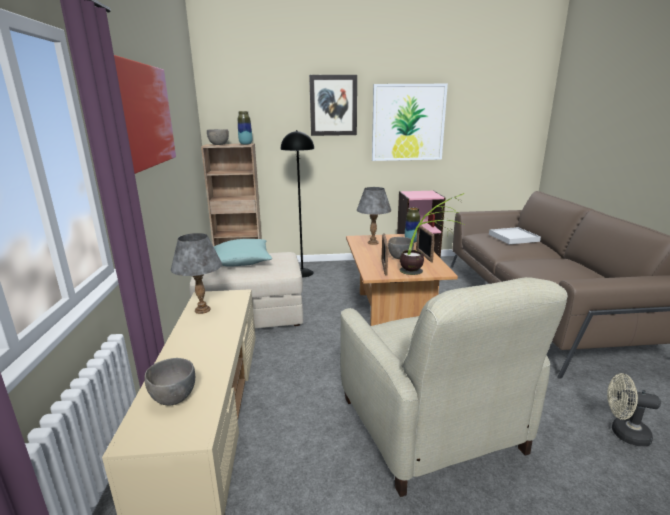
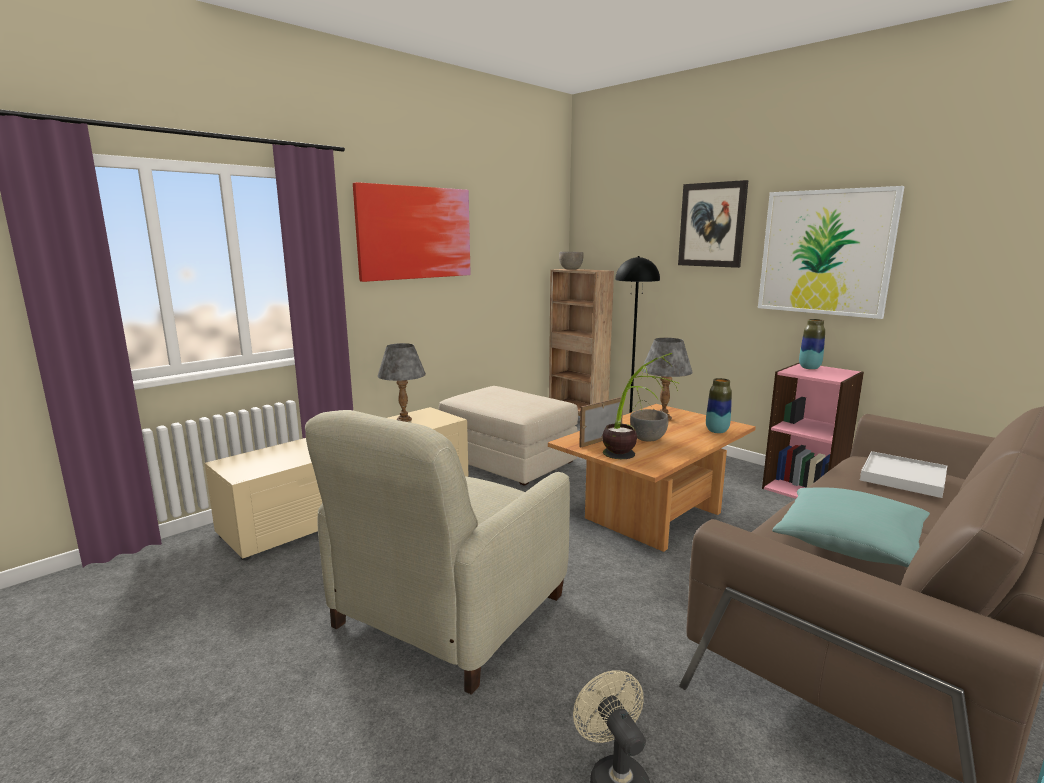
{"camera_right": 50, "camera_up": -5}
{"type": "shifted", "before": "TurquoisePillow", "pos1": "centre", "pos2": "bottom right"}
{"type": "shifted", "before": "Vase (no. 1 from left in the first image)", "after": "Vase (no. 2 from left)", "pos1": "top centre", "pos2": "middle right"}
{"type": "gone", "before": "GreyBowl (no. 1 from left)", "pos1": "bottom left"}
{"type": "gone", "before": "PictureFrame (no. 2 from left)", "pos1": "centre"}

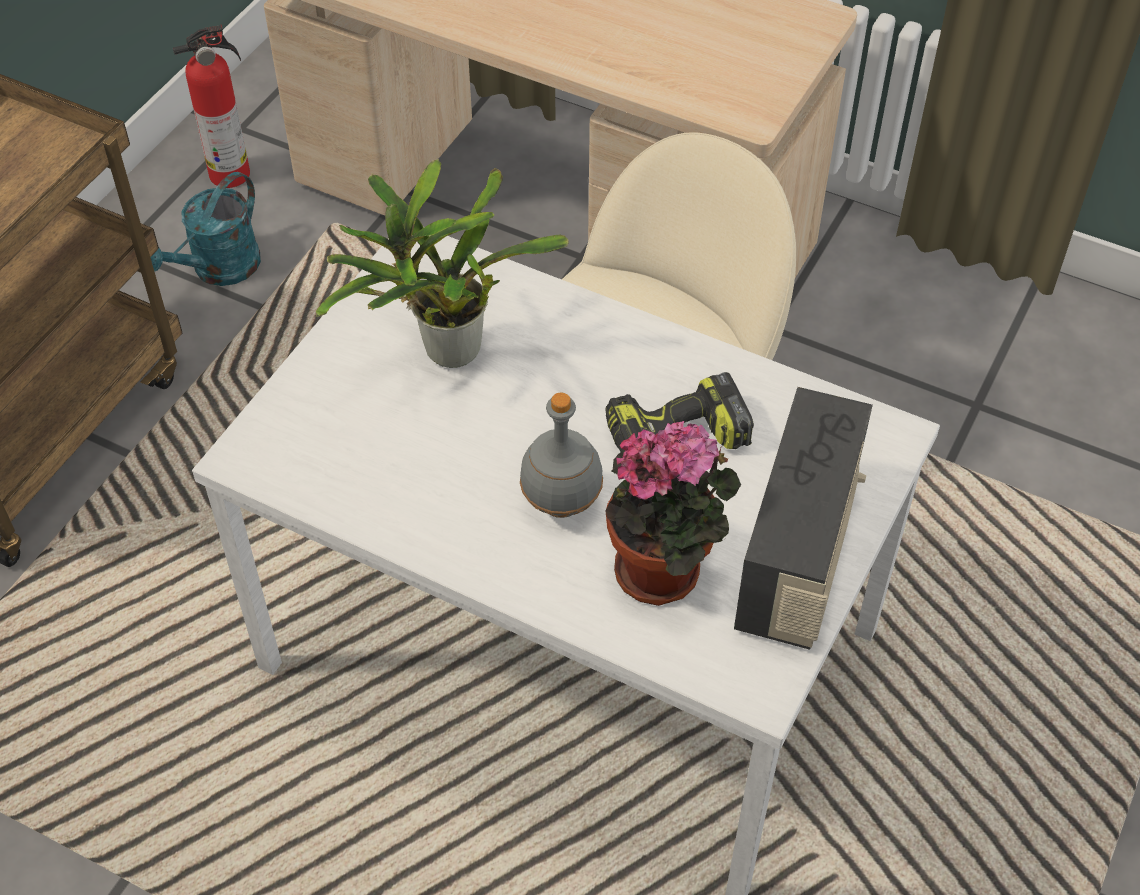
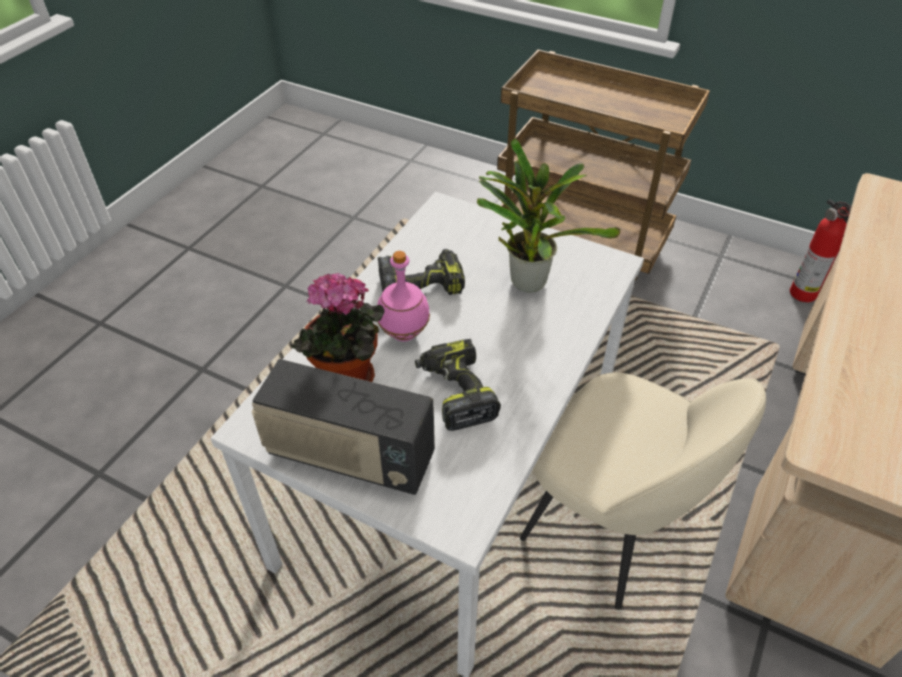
{"camera_right": 90, "camera_up": -5}
{"type": "repainted", "before": "GreyBottle", "after": "PinkBottle", "pos1": "centre", "pos2": "centre"}
{"type": "new", "after": "PowerDrill (no. 1 from left)", "pos2": "centre"}
{"type": "gone", "before": "TurquoiseWateringCan", "pos1": "top left"}

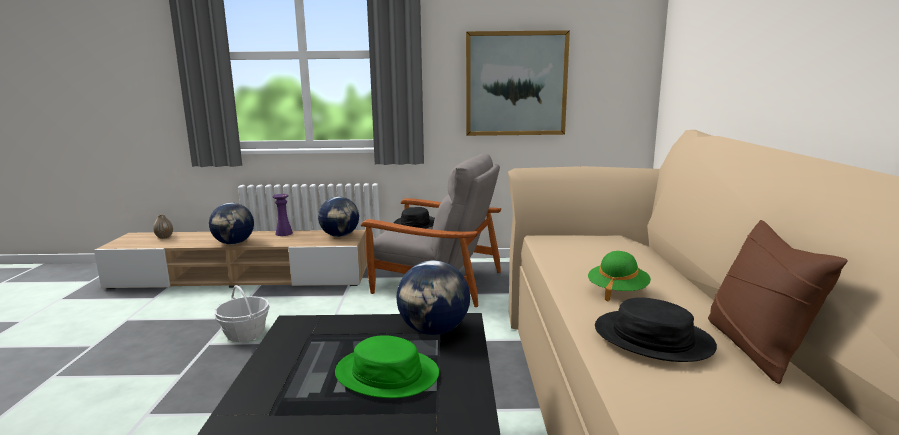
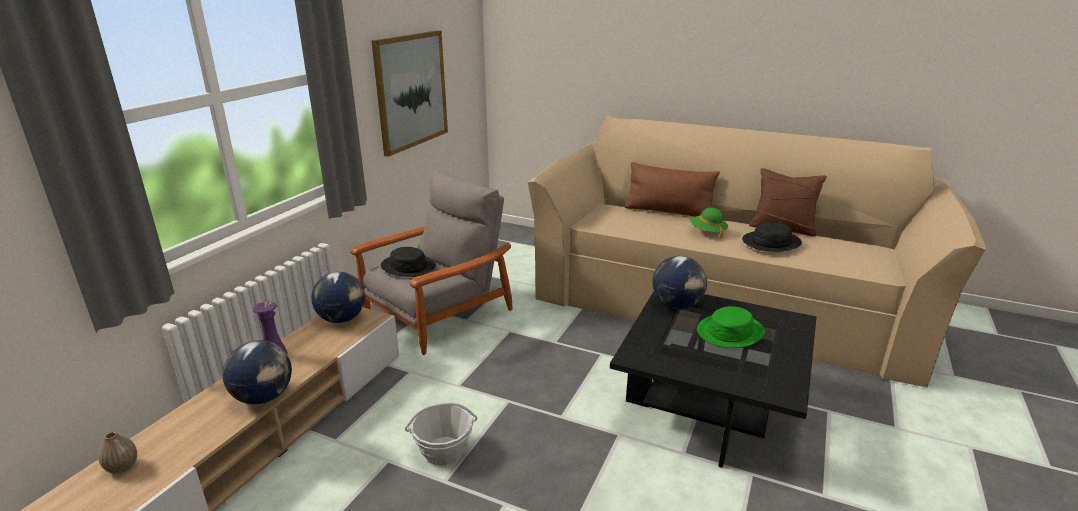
{"camera_right": -65, "camera_up": 10}
{"type": "new", "after": "BrownPillow (no. 1 from left)", "pos2": "centre"}

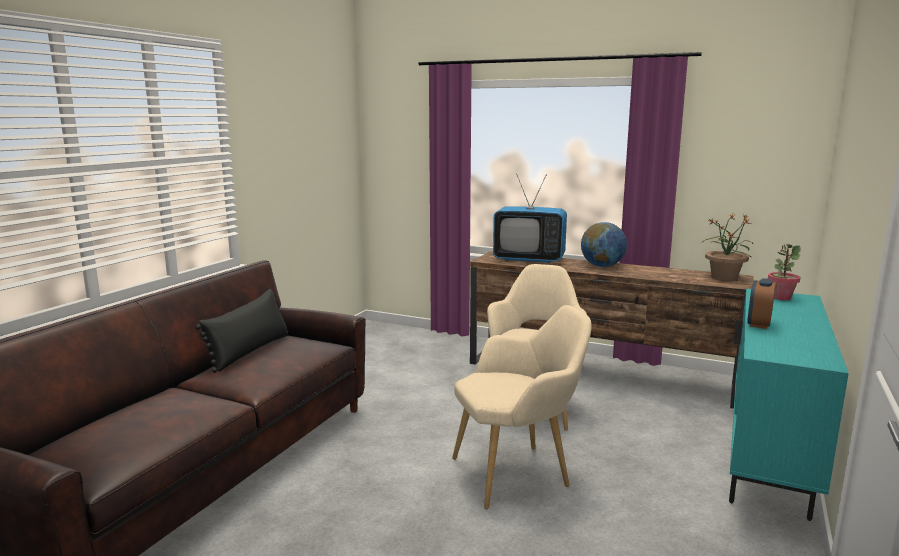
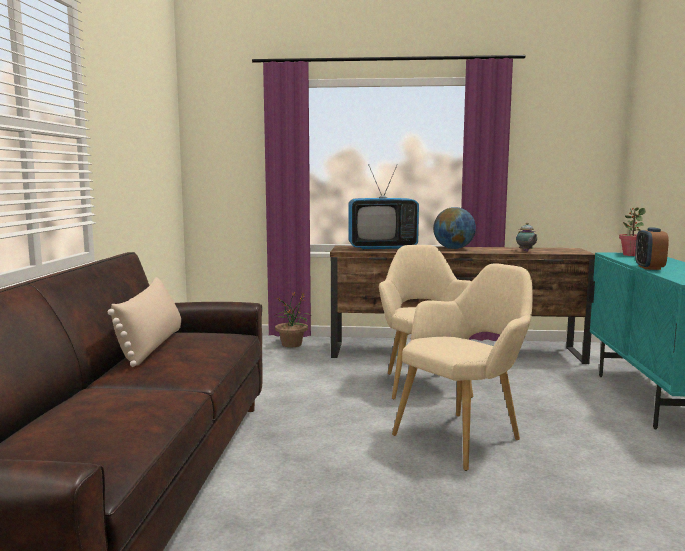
{"camera_right": -20, "camera_up": -5}
{"type": "repainted", "before": "BlackPillow", "after": "BeigePillow", "pos1": "middle left", "pos2": "middle left"}
{"type": "shifted", "before": "PottedPlant (no. 1 from left)", "pos1": "middle right", "pos2": "centre"}
{"type": "new", "after": "Teapot", "pos2": "middle right"}

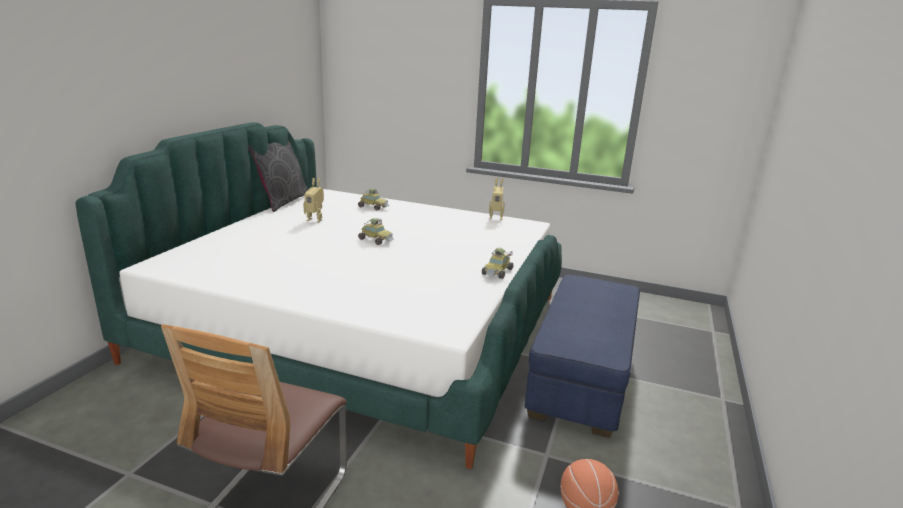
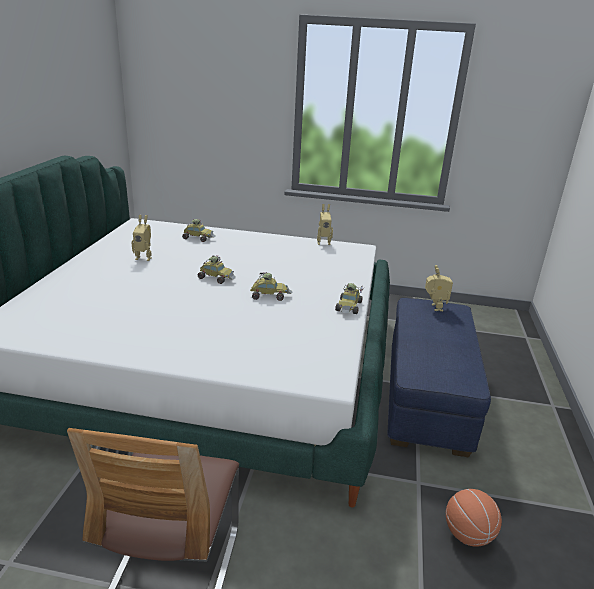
{"camera_right": -10, "camera_up": 5}
{"type": "new", "after": "ToyCar (no. 3 from left)", "pos2": "centre"}
{"type": "new", "after": "ToyRobot (no. 3 from left)", "pos2": "middle right"}
{"type": "gone", "before": "GreyPillow", "pos1": "middle left"}

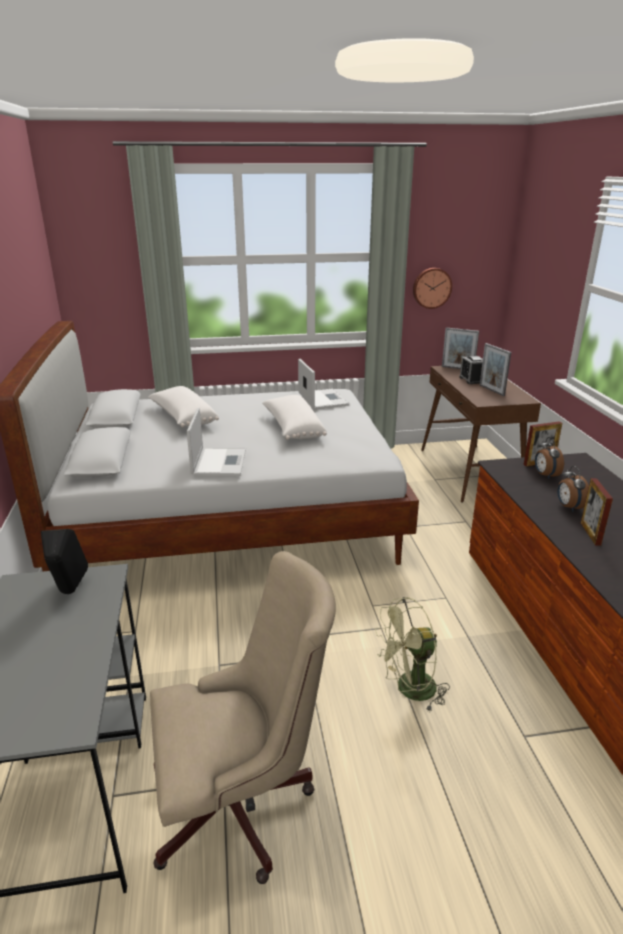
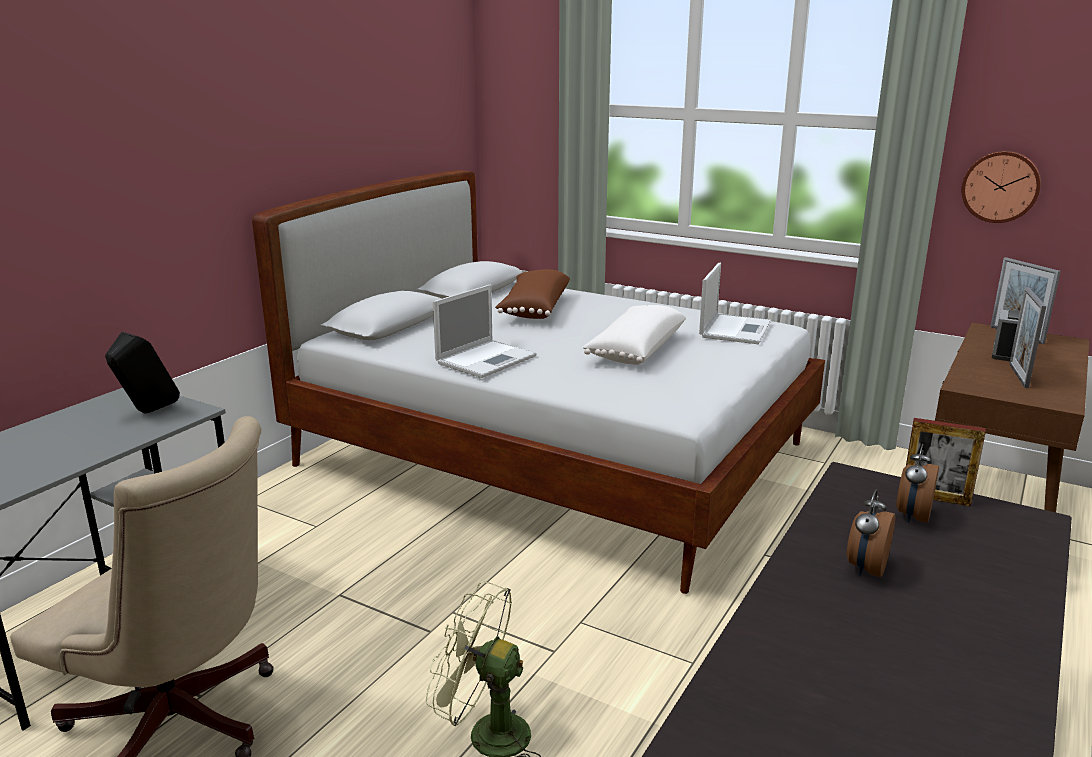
{"camera_right": 40, "camera_up": -5}
{"type": "repainted", "before": "WhitePillow (no. 1 from left)", "after": "BrownPillow", "pos1": "middle left", "pos2": "centre"}
{"type": "gone", "before": "PictureFrame (no. 4 from left)", "pos1": "middle right"}

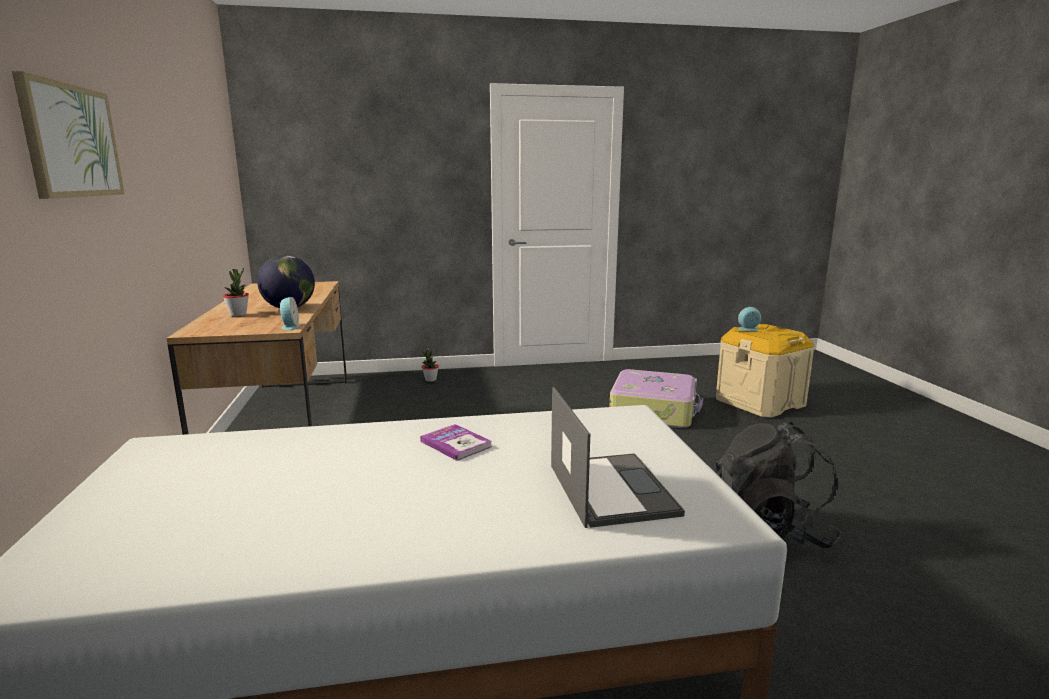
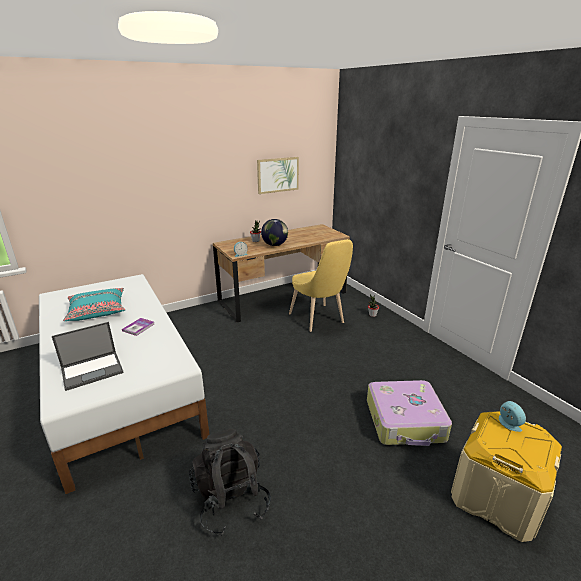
{"camera_right": 70, "camera_up": 10}
{"type": "new", "after": "TurquoisePillow", "pos2": "middle left"}
{"type": "shifted", "before": "Picture", "pos1": "top left", "pos2": "top centre"}
{"type": "new", "after": "YellowChair", "pos2": "centre"}

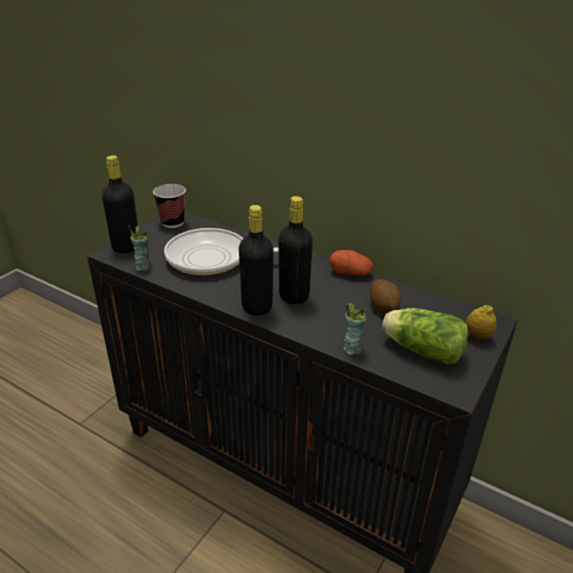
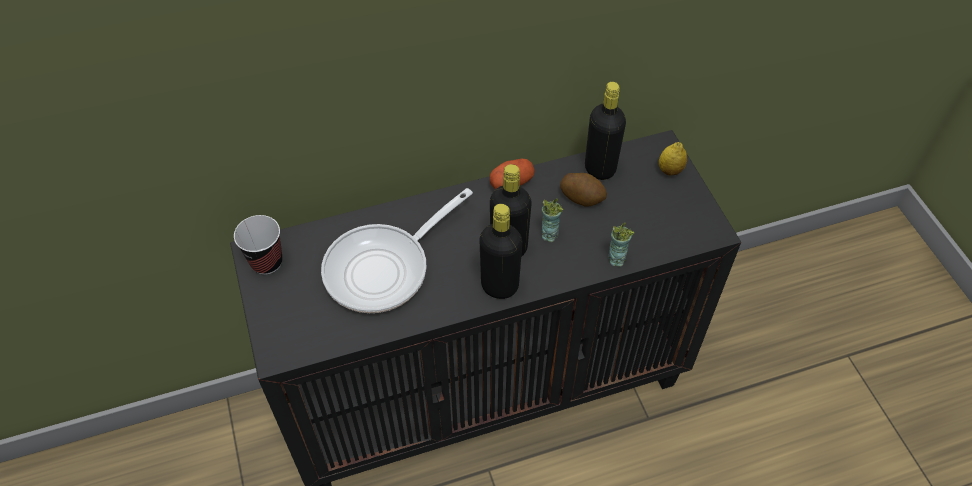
{"camera_right": -50, "camera_up": 20}
{"type": "shifted", "before": "Cup (no. 1 from left in the first image)", "after": "Cup (no. 2 from left)", "pos1": "middle left", "pos2": "centre"}
{"type": "shifted", "before": "BlackBottle (no. 1 from left in the first image)", "after": "BlackBottle (no. 3 from left)", "pos1": "middle left", "pos2": "top centre"}
{"type": "gone", "before": "Lettuce", "pos1": "middle right"}

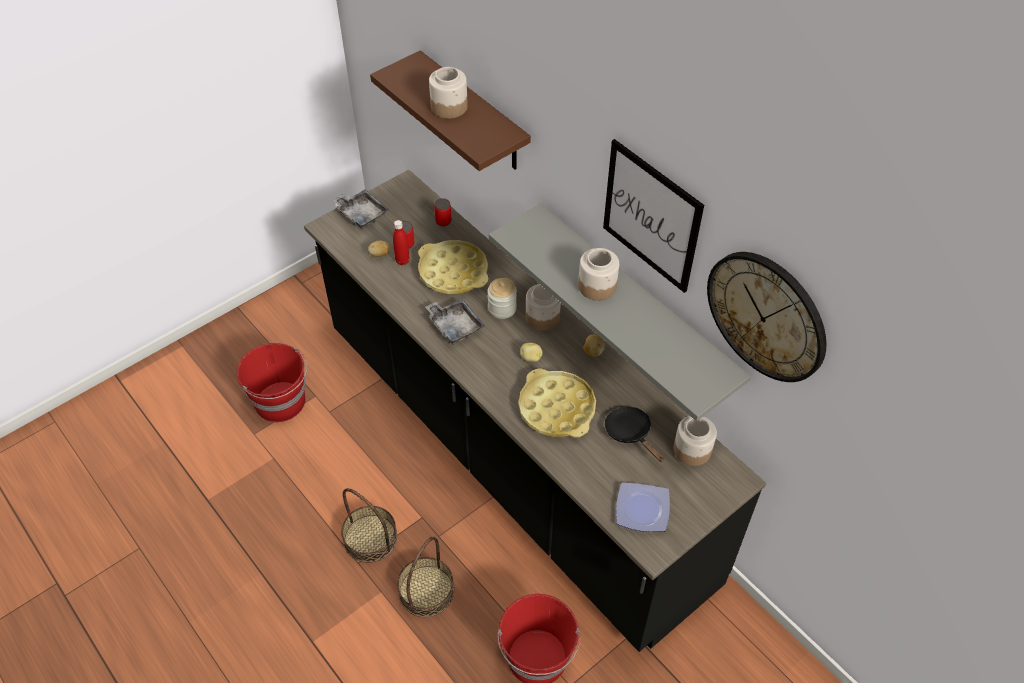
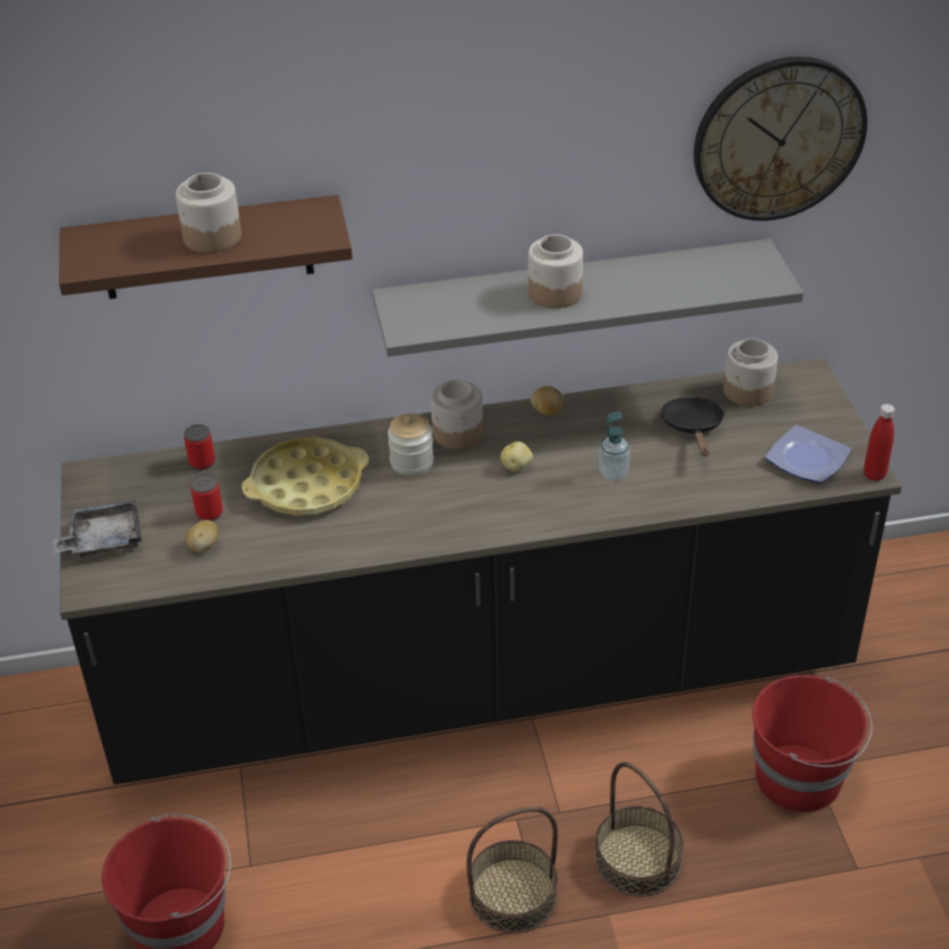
{"camera_right": -60, "camera_up": -10}
{"type": "swapped", "before": "YellowTray (no. 2 from left)", "after": "SoapDispenser", "pos1": "centre", "pos2": "centre"}
{"type": "rotated", "before": "BlackFryingPan", "pos1": "centre", "pos2": "middle right", "turn": 90}
{"type": "shifted", "before": "RedBottle", "pos1": "centre", "pos2": "middle right"}
{"type": "gone", "before": "GreyTray (no. 2 from left)", "pos1": "centre"}
{"type": "gone", "before": "Picture", "pos1": "top centre"}

